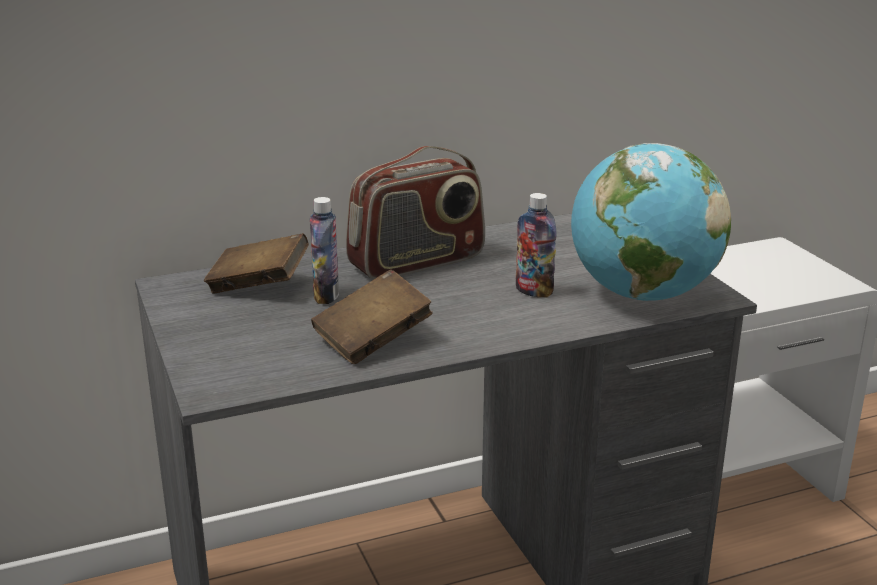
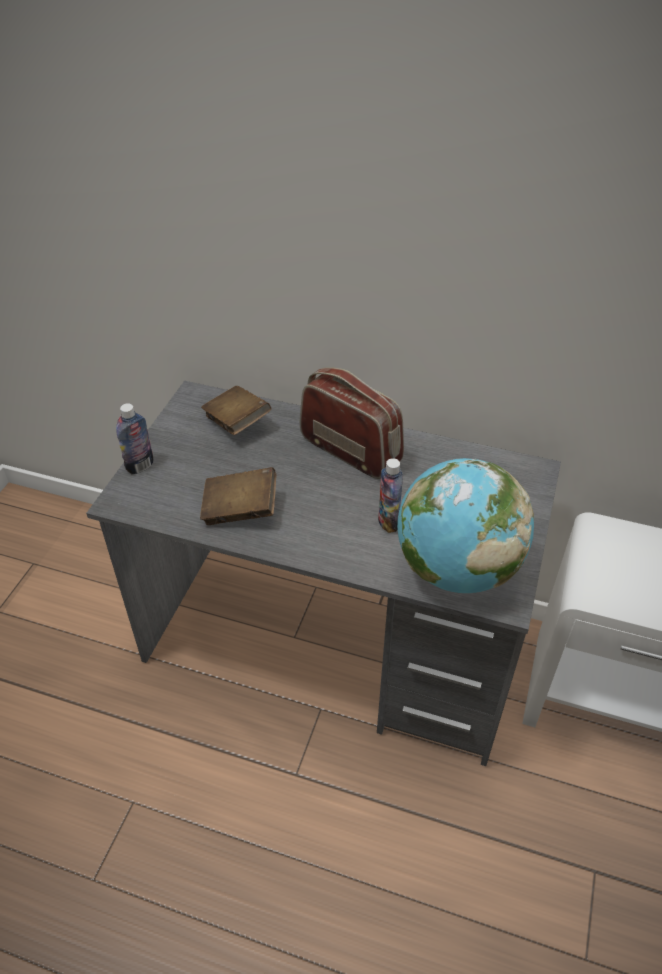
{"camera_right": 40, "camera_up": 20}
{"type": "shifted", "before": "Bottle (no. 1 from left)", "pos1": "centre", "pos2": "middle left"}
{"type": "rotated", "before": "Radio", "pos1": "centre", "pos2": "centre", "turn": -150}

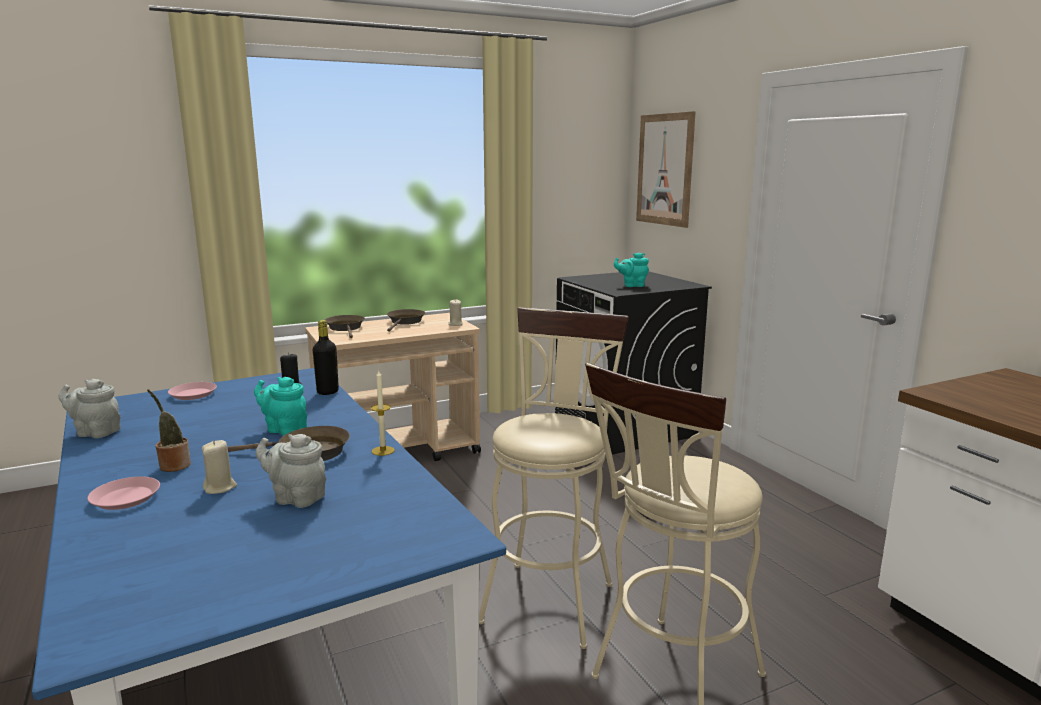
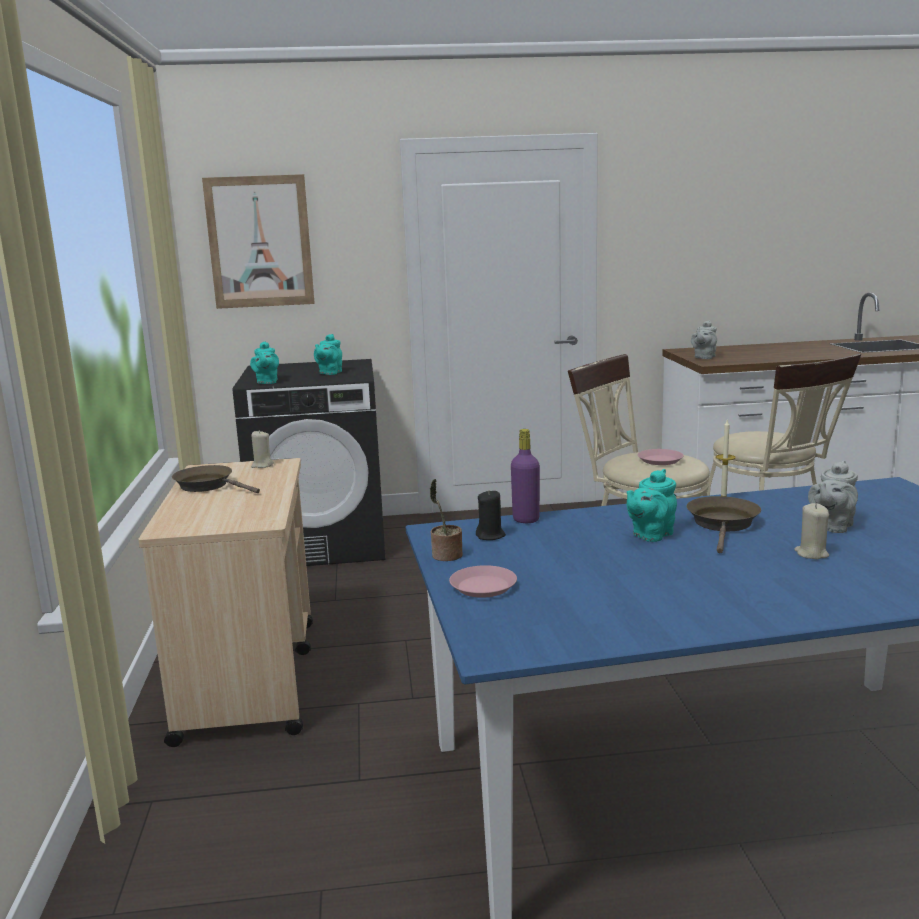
{"camera_right": -70, "camera_up": 0}
{"type": "new", "after": "TurquoiseTeapot (no. 1 from left)", "pos2": "middle left"}
{"type": "shifted", "before": "PottedPlant", "pos1": "middle left", "pos2": "centre"}
{"type": "repainted", "before": "BlackBottle", "after": "PurpleBottle", "pos1": "middle left", "pos2": "centre"}
{"type": "shifted", "before": "PinkPlate (no. 1 from left in the first image)", "after": "PinkPlate (no. 2 from left)", "pos1": "bottom left", "pos2": "middle right"}
{"type": "shifted", "before": "GreyTeapot (no. 1 from left)", "pos1": "middle left", "pos2": "middle right"}
{"type": "gone", "before": "BrownFryingPan (no. 2 from left)", "pos1": "middle left"}

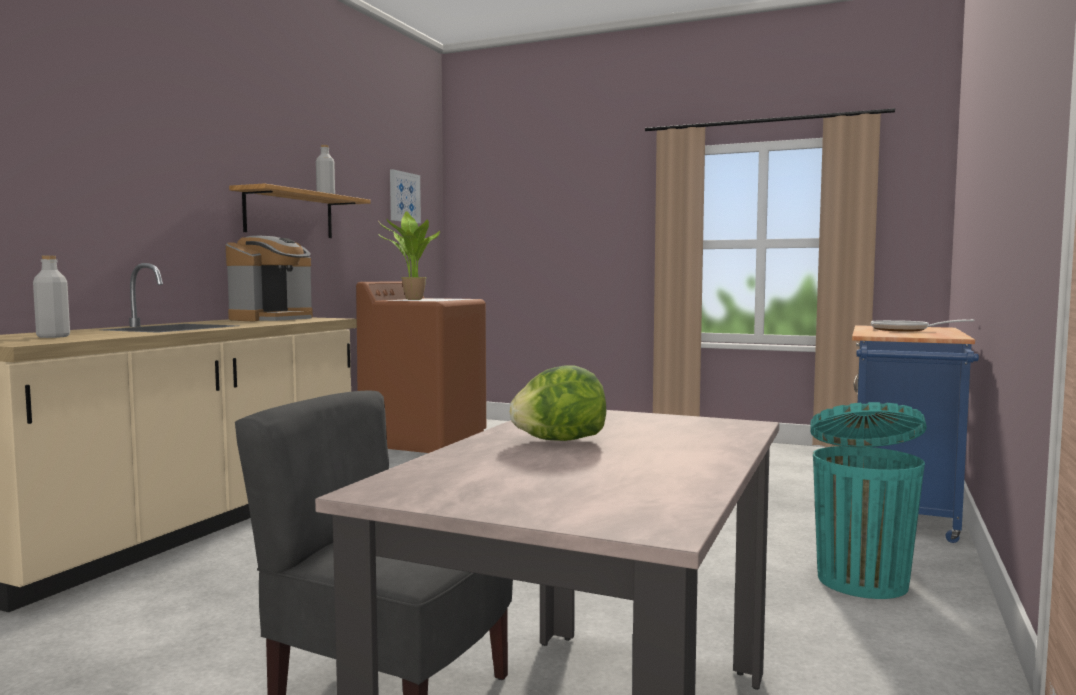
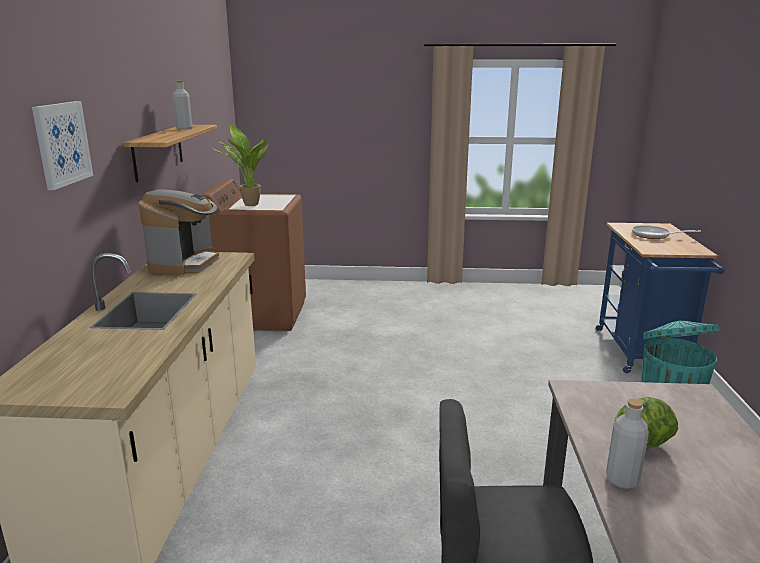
{"camera_right": -20, "camera_up": 15}
{"type": "shifted", "before": "Picture", "pos1": "top centre", "pos2": "top left"}
{"type": "shifted", "before": "GreyBottle (no. 1 from left in the first image)", "after": "GreyBottle (no. 2 from left)", "pos1": "middle left", "pos2": "bottom right"}

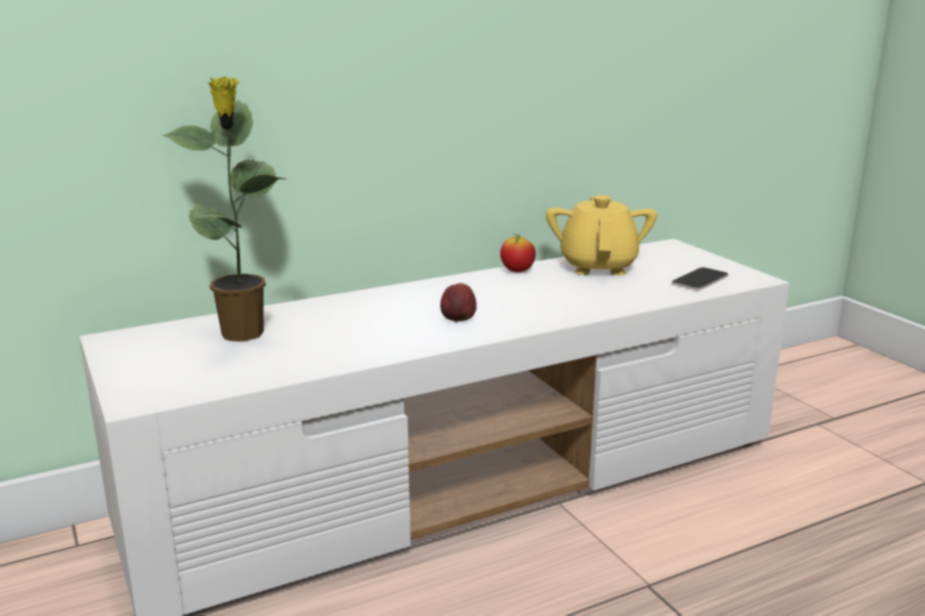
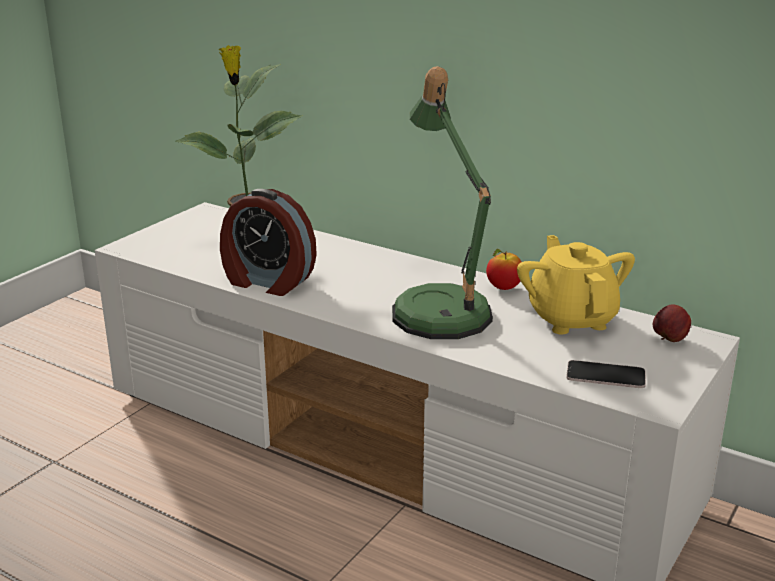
{"camera_right": 60, "camera_up": 5}
{"type": "new", "after": "AlarmClock", "pos2": "centre"}
{"type": "new", "after": "TableLamp", "pos2": "centre"}
{"type": "rotated", "before": "YellowTeapot", "pos1": "centre", "pos2": "middle right", "turn": -75}
{"type": "shifted", "before": "Apple (no. 1 from left in the first image)", "after": "Apple (no. 2 from left)", "pos1": "centre", "pos2": "middle right"}

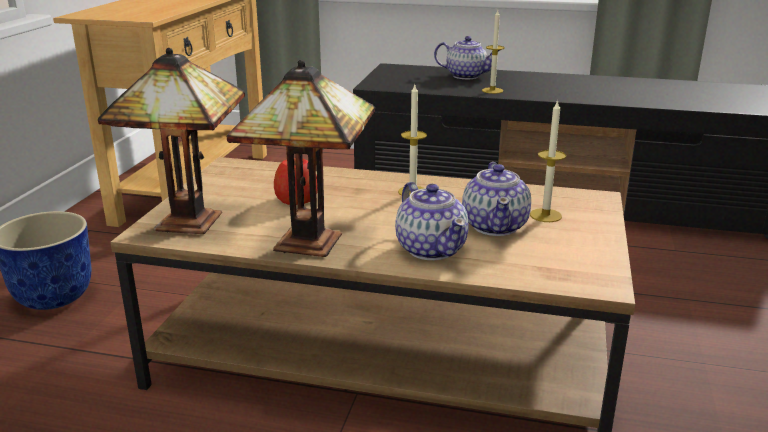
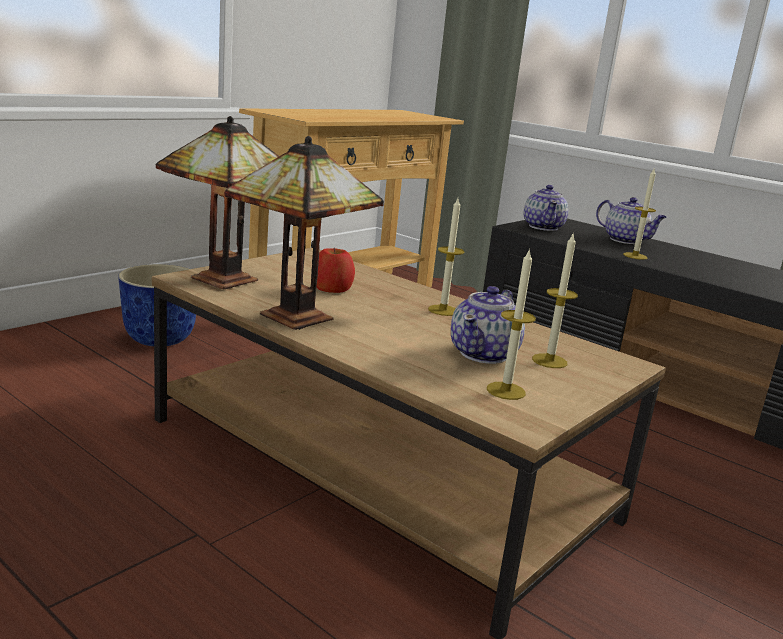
{"camera_right": 25, "camera_up": -5}
{"type": "new", "after": "Candle (no. 2 from left)", "pos2": "centre"}
{"type": "shifted", "before": "Teapot (no. 1 from left in the first image)", "after": "Teapot (no. 2 from left)", "pos1": "centre", "pos2": "top right"}

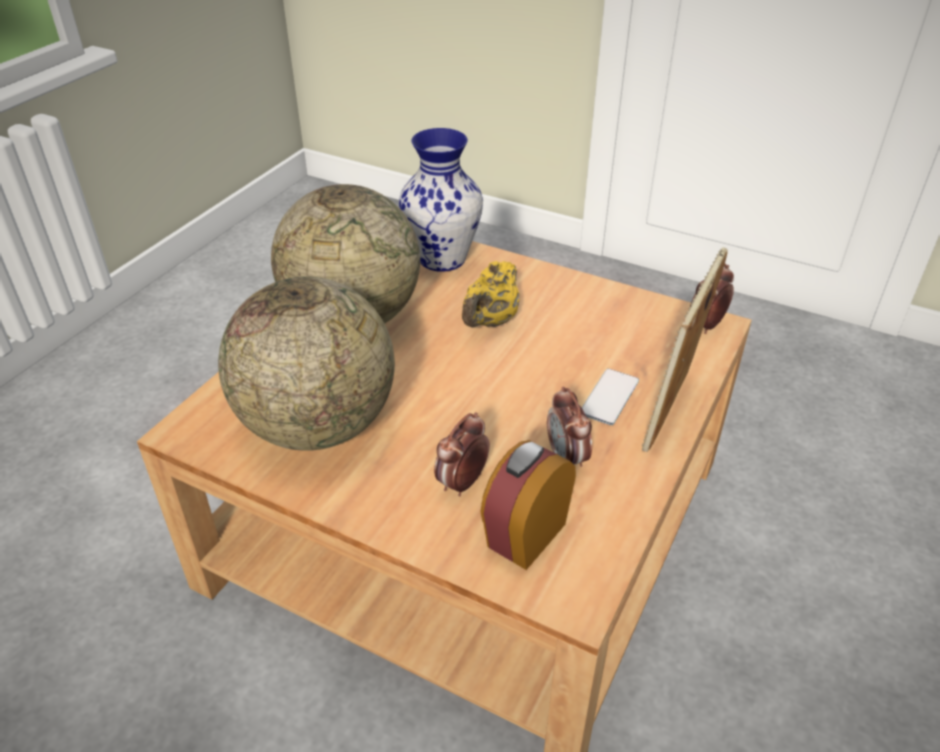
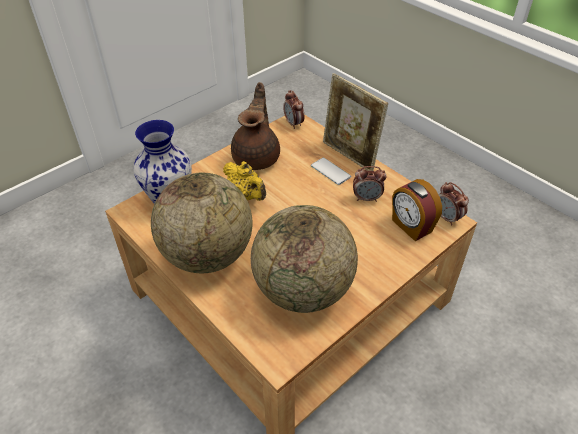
{"camera_right": -70, "camera_up": 5}
{"type": "new", "after": "BrownTeapot", "pos2": "top centre"}
{"type": "shifted", "before": "AlarmClock (no. 1 from left in the first image)", "after": "AlarmClock (no. 4 from left)", "pos1": "centre", "pos2": "middle right"}

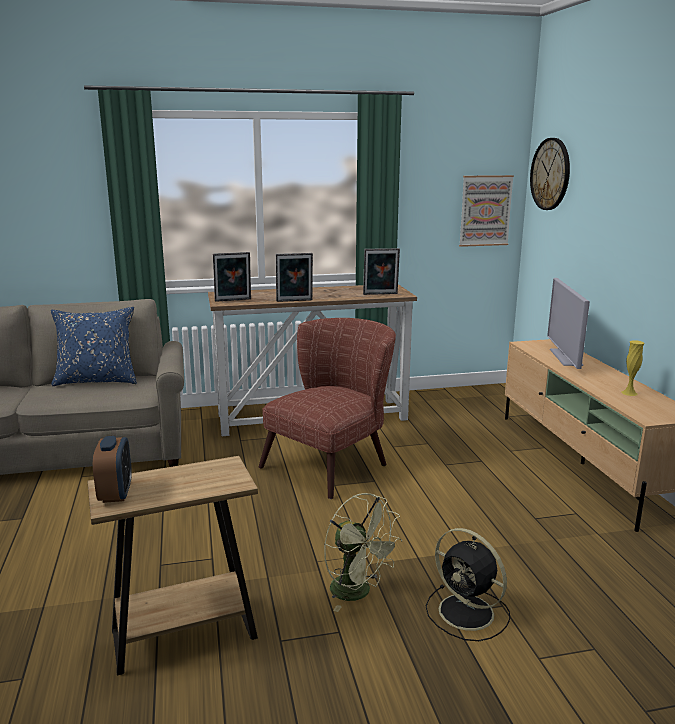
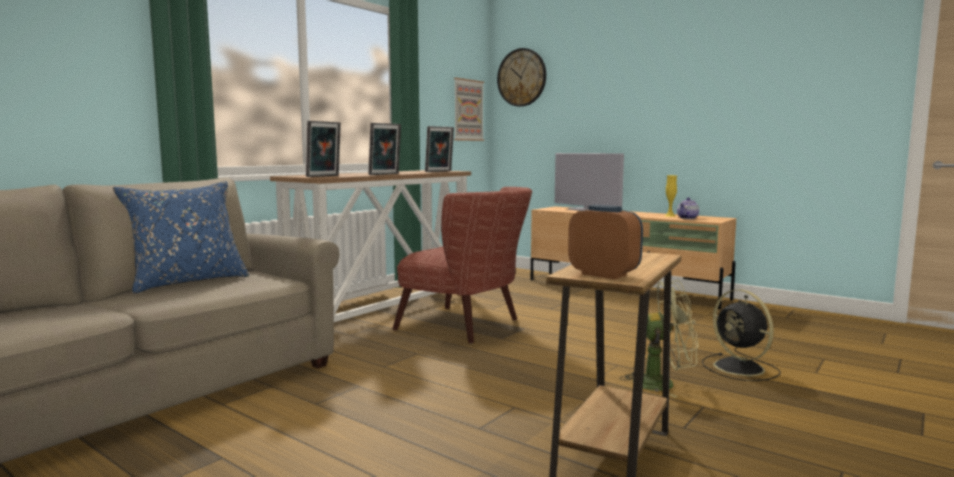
{"camera_right": -40, "camera_up": -10}
{"type": "rotated", "before": "BrownArmchair", "pos1": "centre", "pos2": "centre", "turn": 120}
{"type": "new", "after": "Teapot", "pos2": "middle right"}
{"type": "rotated", "before": "BlackFan", "pos1": "bottom right", "pos2": "bottom right", "turn": 60}

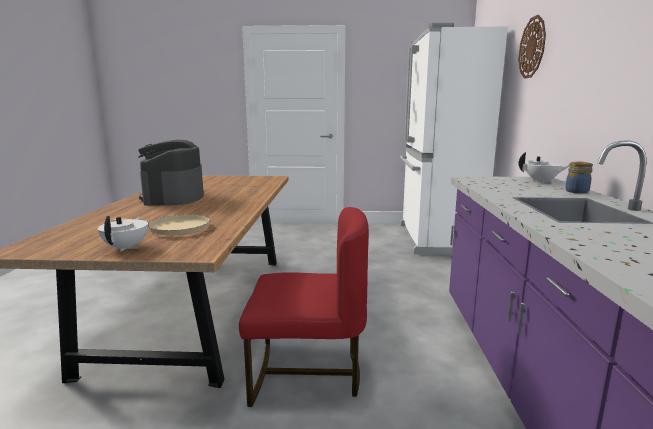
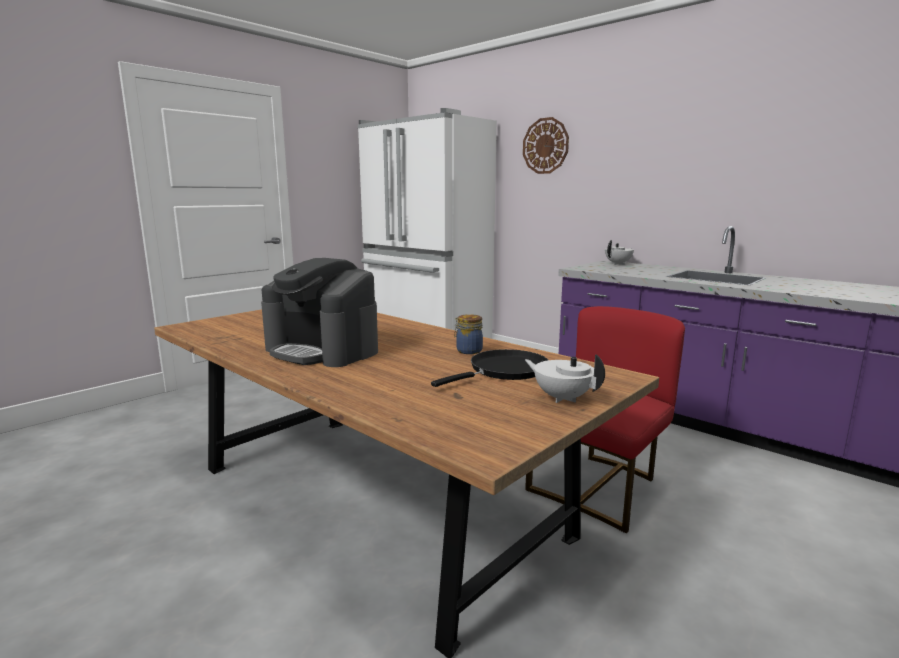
{"camera_right": -50, "camera_up": 0}
{"type": "repainted", "before": "BeigeFryingPan", "after": "BlackFryingPan", "pos1": "middle left", "pos2": "centre"}
{"type": "shifted", "before": "Jar", "pos1": "middle right", "pos2": "centre"}

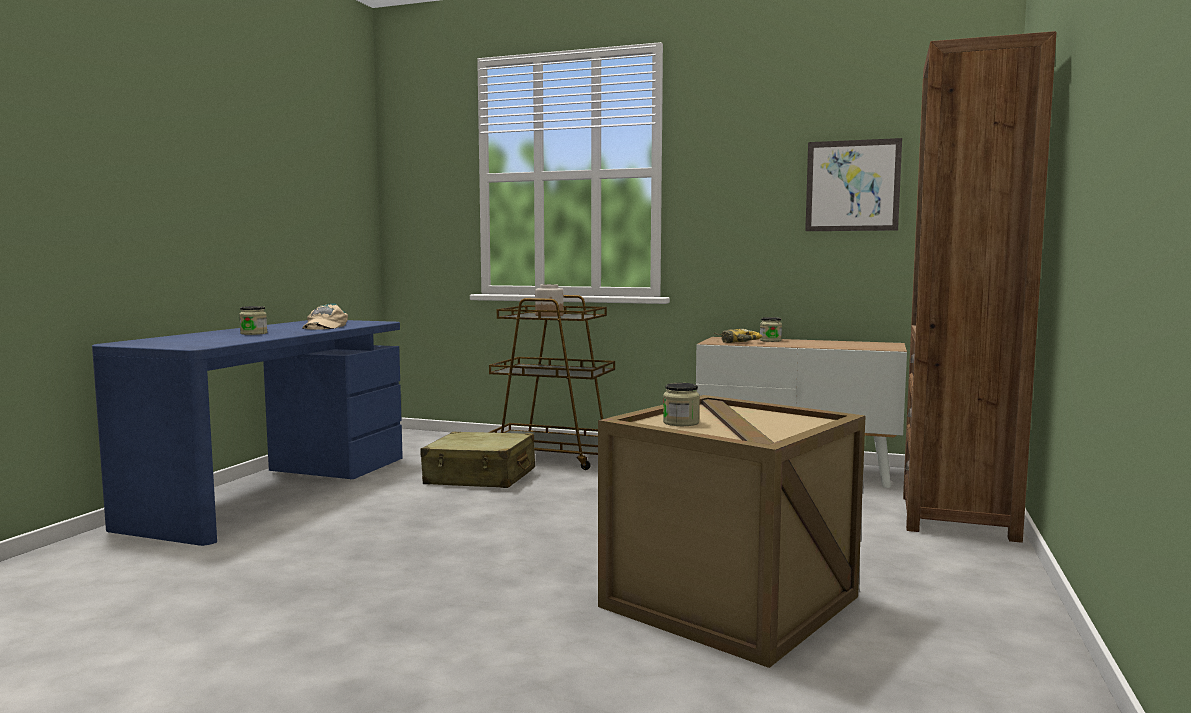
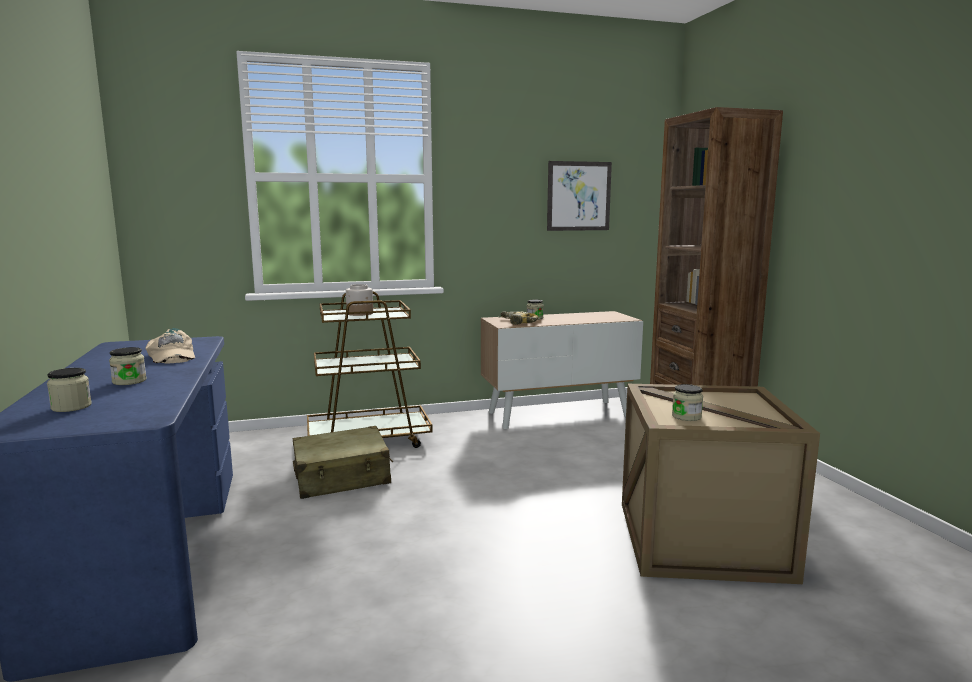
{"camera_right": -35, "camera_up": 5}
{"type": "new", "after": "Jar (no. 1 from left)", "pos2": "middle left"}

